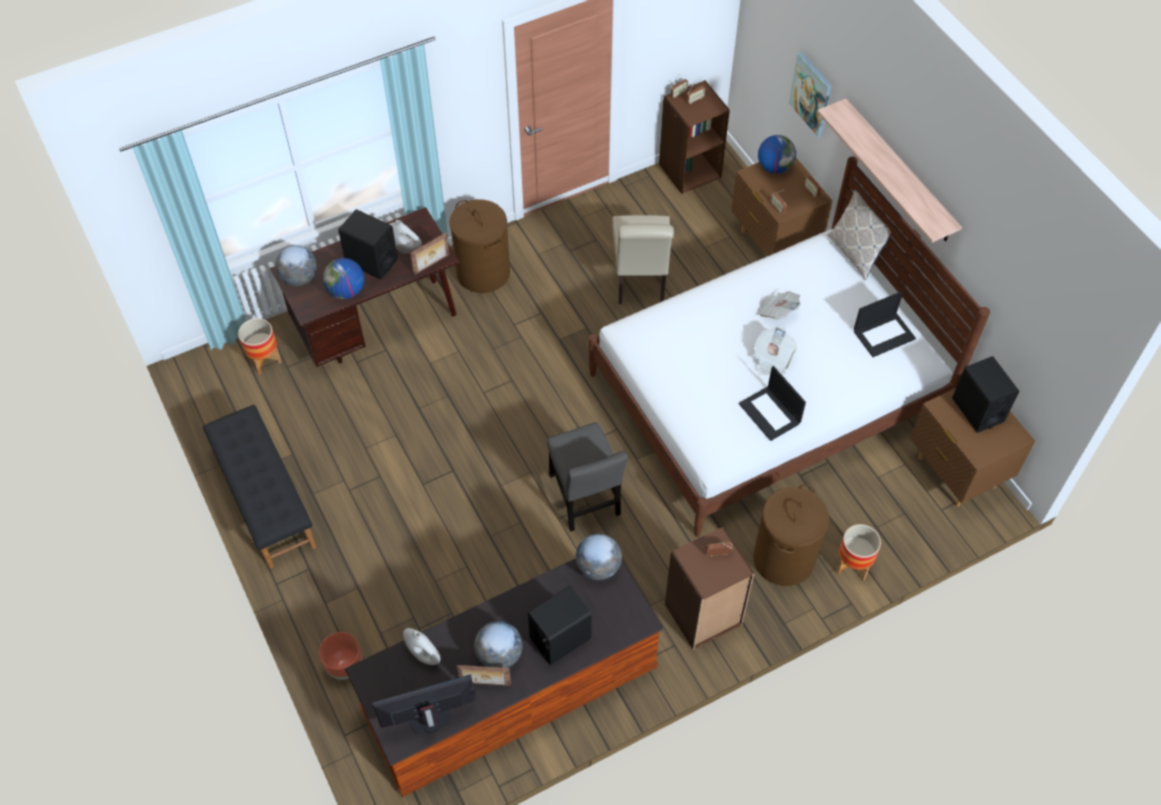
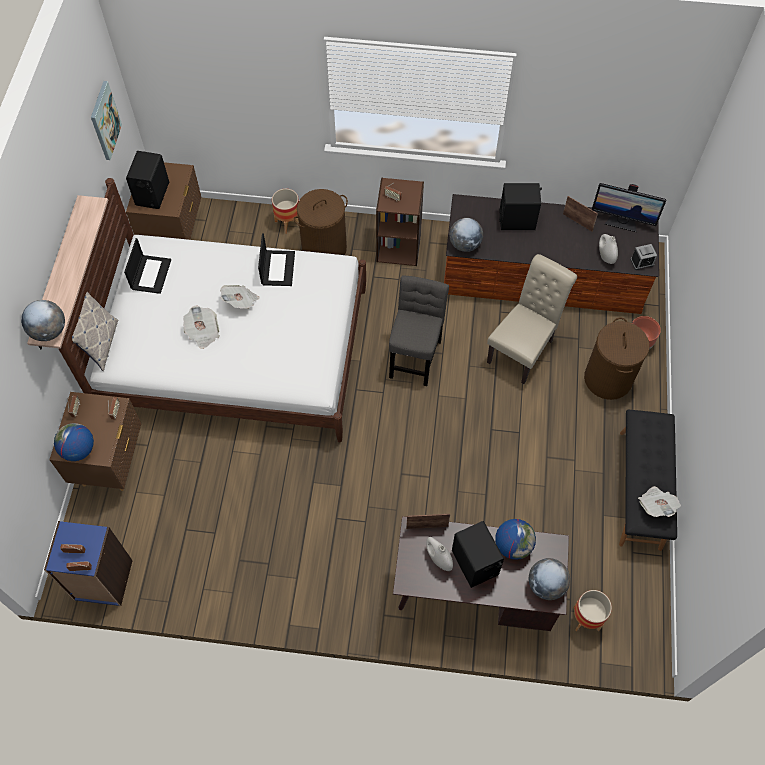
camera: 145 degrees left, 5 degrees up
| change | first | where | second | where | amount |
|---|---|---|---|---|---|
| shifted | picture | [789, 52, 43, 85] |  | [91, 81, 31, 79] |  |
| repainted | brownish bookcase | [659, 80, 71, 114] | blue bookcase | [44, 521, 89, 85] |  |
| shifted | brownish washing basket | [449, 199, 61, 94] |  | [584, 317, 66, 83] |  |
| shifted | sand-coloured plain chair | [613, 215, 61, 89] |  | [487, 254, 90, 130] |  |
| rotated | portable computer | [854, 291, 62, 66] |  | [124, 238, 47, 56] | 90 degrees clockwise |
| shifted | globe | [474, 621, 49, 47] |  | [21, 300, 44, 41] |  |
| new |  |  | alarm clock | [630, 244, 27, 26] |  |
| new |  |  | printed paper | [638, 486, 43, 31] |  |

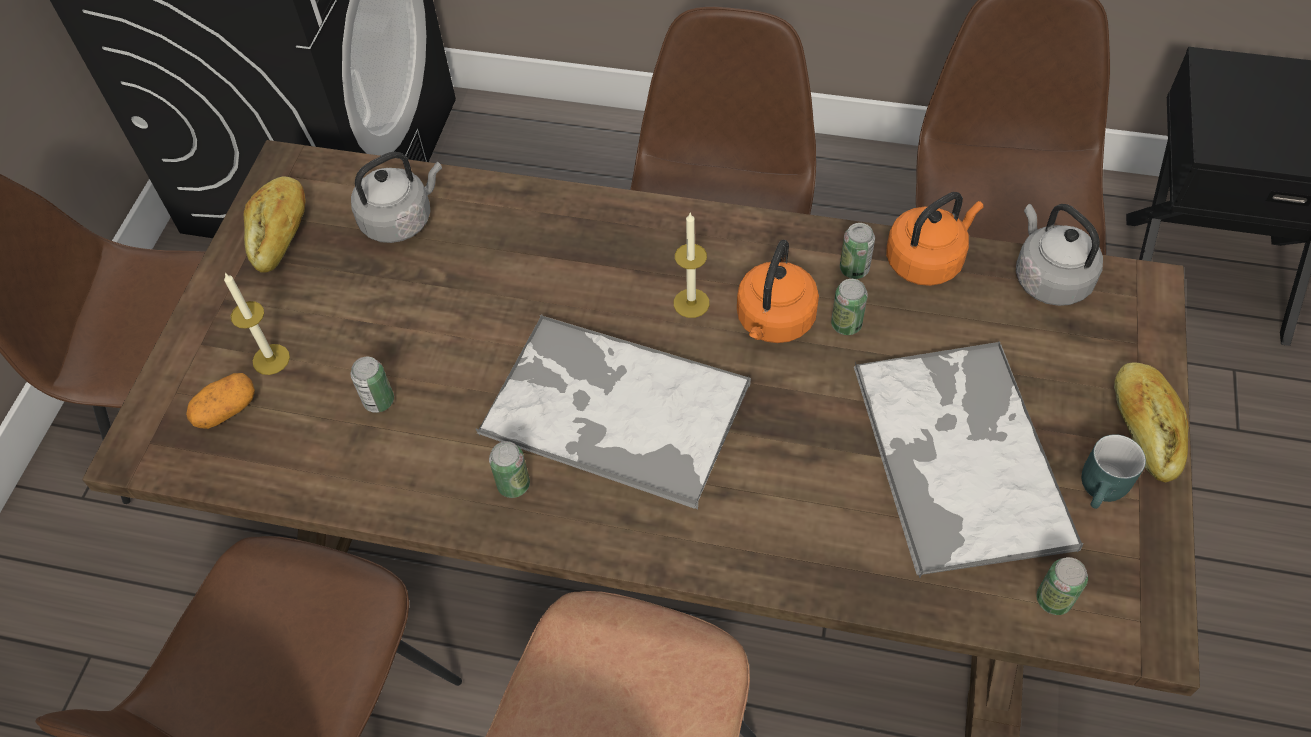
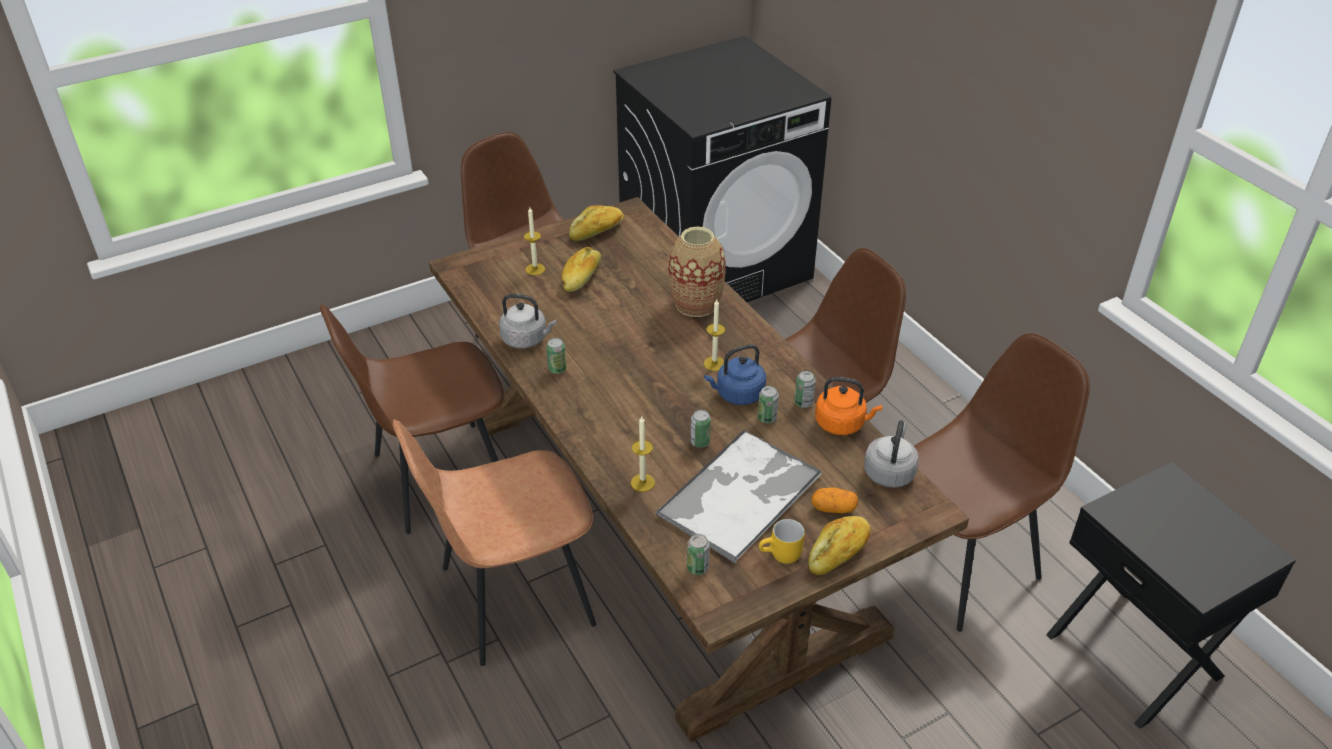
camera: 45 degrees right, 15 degrees down
| change | first | where | second | where | amount |
|---|---|---|---|---|---|
| shifted | greyish tea kettle | [351, 152, 91, 91] |  | [499, 294, 57, 55] |  |
| repainted | orangey tea kettle | [737, 240, 82, 103] | blue tea kettle | [704, 344, 62, 61] |  |
| gone | carrying tray | [475, 315, 276, 194] |  |  |  |
| shifted | sealed can | [351, 357, 43, 56] |  | [691, 410, 20, 38] |  |
| shifted | potato | [186, 373, 69, 56] |  | [812, 488, 46, 25] |  |
| repainted | blue-green coffee mug | [1082, 434, 64, 75] | yellow-coloured coffee mug | [759, 519, 46, 45] |  |
| new |  |  | decorative vase | [668, 227, 58, 90] |  |
| new |  |  | bread | [561, 247, 40, 45] |  |
| new |  |  | wax light | [631, 417, 24, 75] |  |

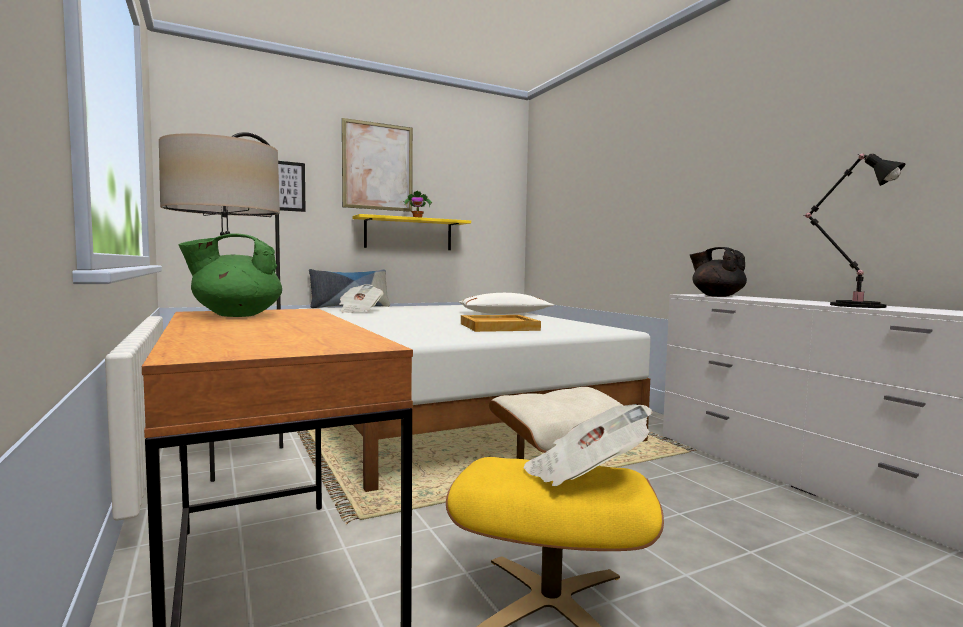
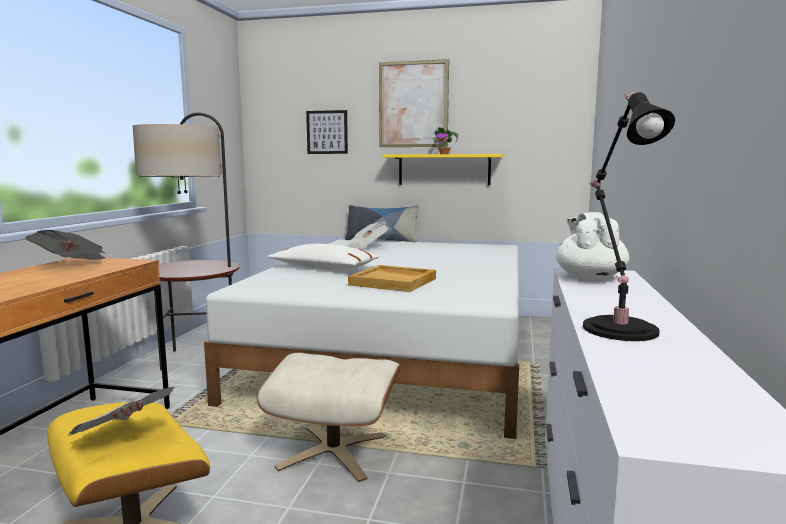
camera: 40 degrees right, 5 degrees up
| change | first | where | second | where | amount |
|---|---|---|---|---|---|
| swapped | greenish tea pot | [179, 233, 103, 84] | printed paper | [25, 230, 80, 30] |  |
| repainted | black-coloured tea pot | [690, 247, 57, 50] | whitish tea pot | [556, 212, 74, 69] |  |
| shifted | whitish cushion | [459, 293, 95, 21] |  | [267, 244, 113, 25] |  |

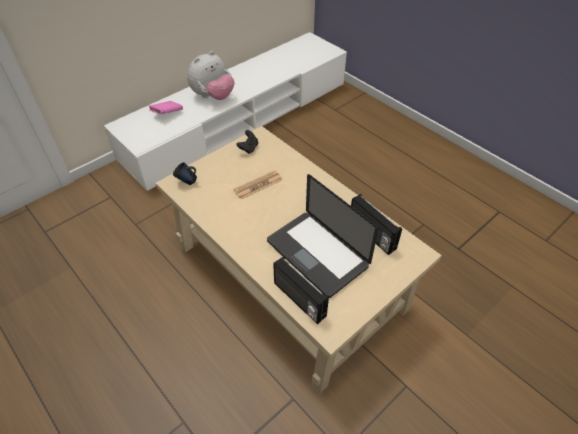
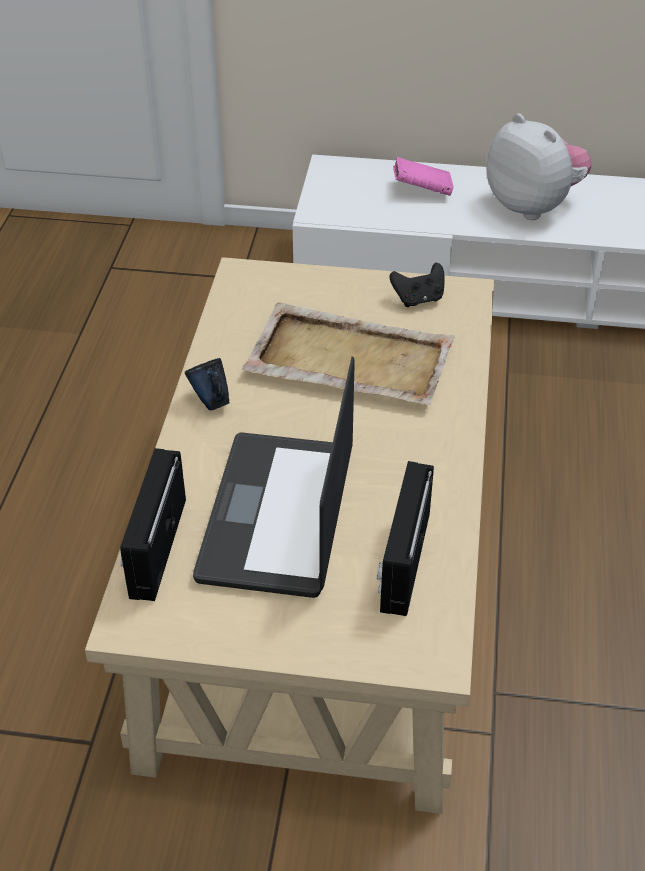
camera: 50 degrees right, 5 degrees down
| change | first | where | second | where | amount |
|---|---|---|---|---|---|
| rotated | soft toy | [187, 51, 47, 49] |  | [487, 113, 105, 107] | 135 degrees counterclockwise |
| shifted | blue coffee mug | [173, 162, 24, 23] |  | [185, 358, 45, 52] |  |
| swapped | printed paper | [233, 171, 49, 28] | sand-coloured carrying tray | [242, 302, 213, 103] |  |

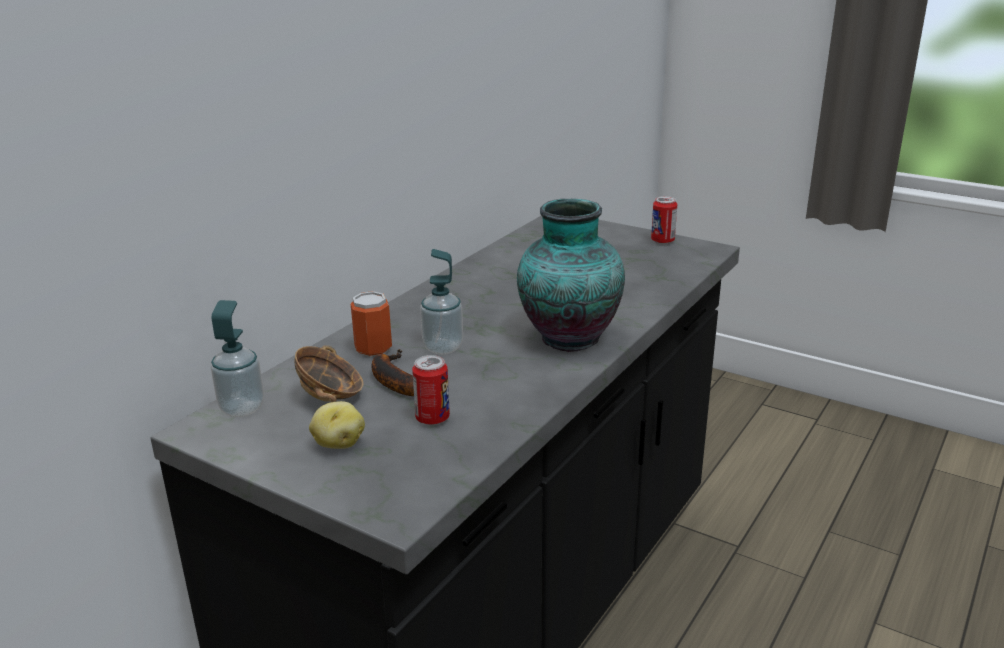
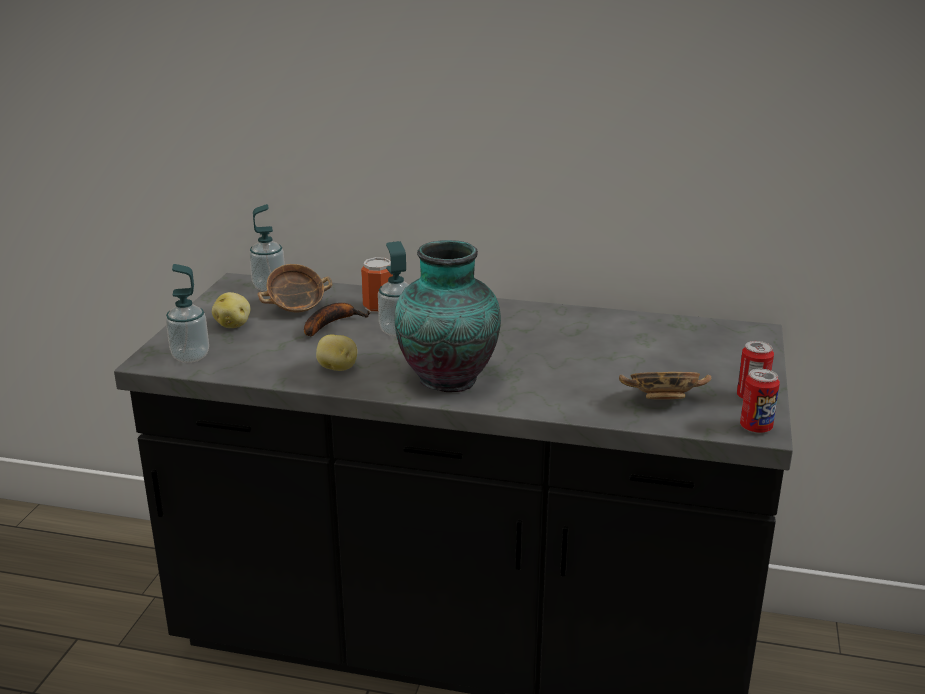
camera: 70 degrees right, 0 degrees up
| change | first | where | second | where | amount |
|---|---|---|---|---|---|
| shifted | sealed can | [412, 355, 38, 70] |  | [740, 369, 40, 64] |  |
| new |  |  | liquid soap bottle | [166, 264, 43, 99] |  |
| new |  |  | potato | [316, 334, 41, 37] |  |
| new |  |  | serving bowl | [619, 372, 92, 28] |  |

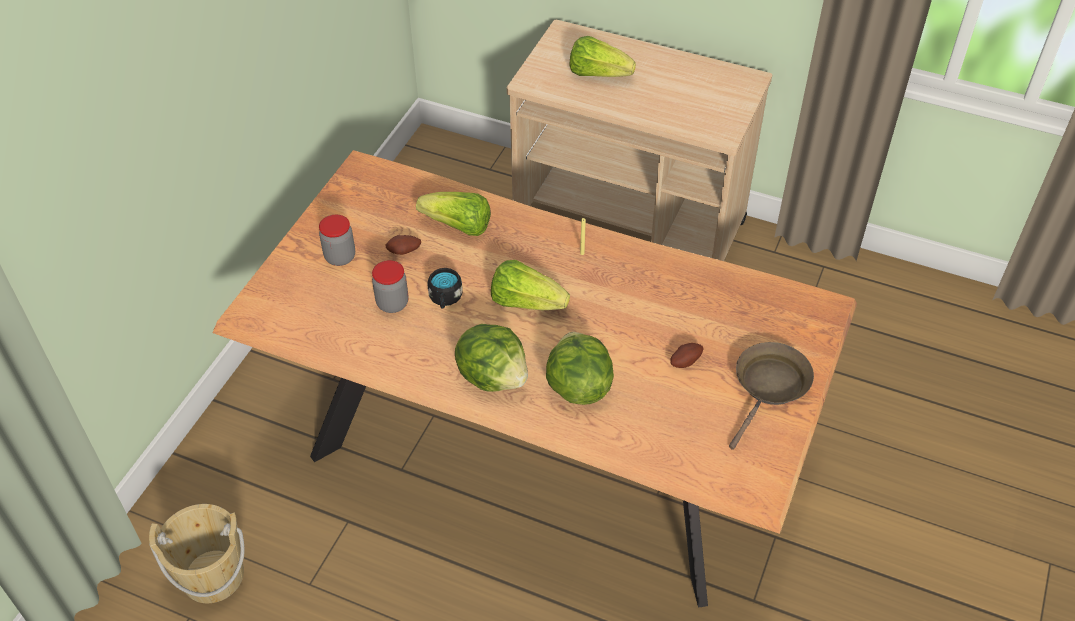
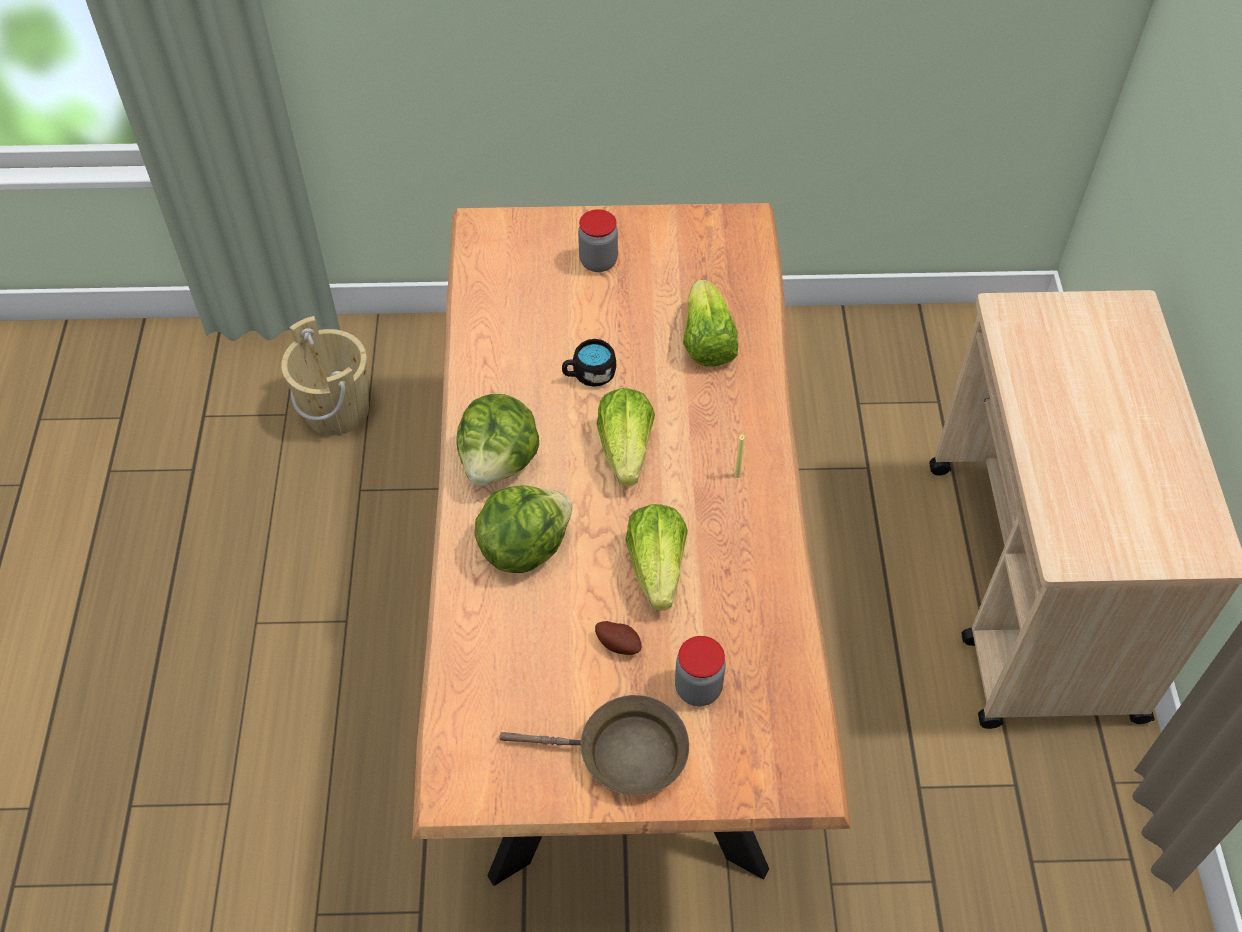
camera: 65 degrees right, 5 degrees up
| change | first | where | second | where | amount |
|---|---|---|---|---|---|
| shifted | head of lettuce | [569, 36, 67, 41] |  | [625, 504, 63, 107] |  |
| gone | potato | [386, 235, 35, 20] |  |  |  |
| shifted | jar | [372, 260, 37, 53] |  | [675, 636, 51, 70] |  |

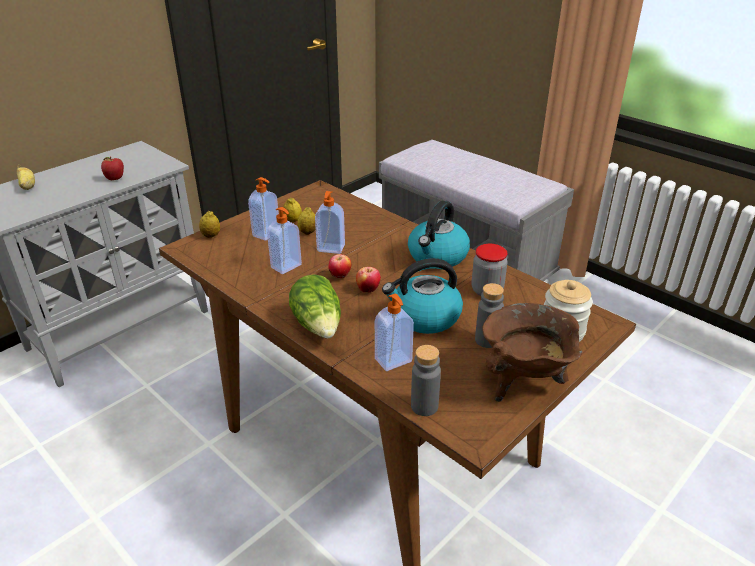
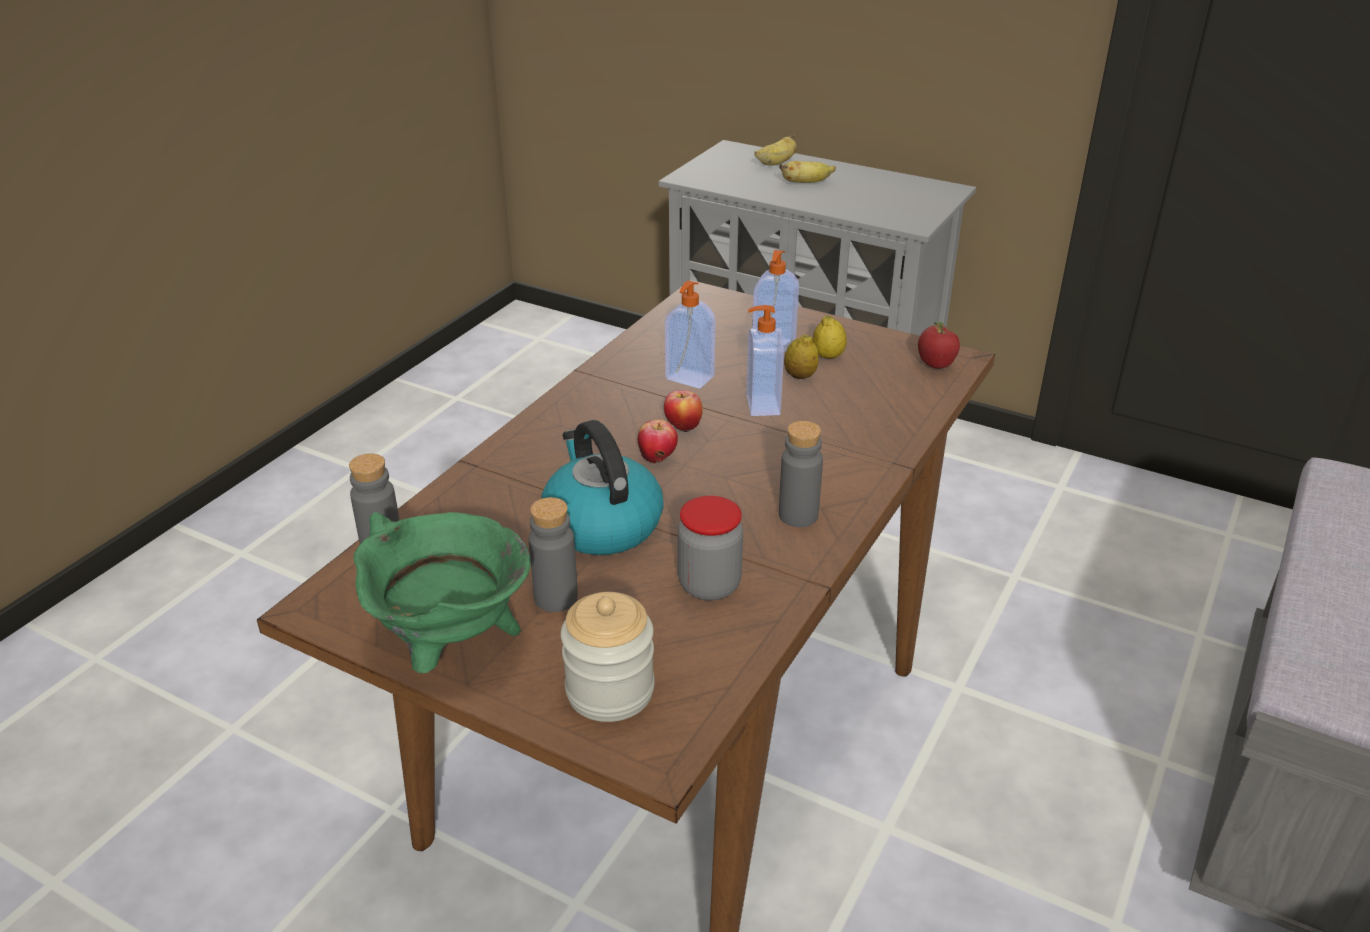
camera: 75 degrees right, 0 degrees up
| change | first | where | second | where | amount |
|---|---|---|---|---|---|
| shifted | whole apple | [101, 157, 23, 23] |  | [918, 322, 42, 47] |  |
| swapped | tea kettle | [408, 201, 62, 68] | greyish beverage bottle | [779, 421, 44, 106] |  |
| gone | citrus fruit | [199, 211, 21, 27] |  |  |  |
| gone | head of lettuce | [289, 275, 52, 63] |  |  |  |
| gone | liquid soap bottle | [375, 293, 39, 78] |  |  |  |
| repainted | brownish saucepot | [482, 303, 100, 99] | greenish saucepot | [353, 512, 178, 161] |  |
| new |  |  | banana | [779, 161, 57, 22] |  |

